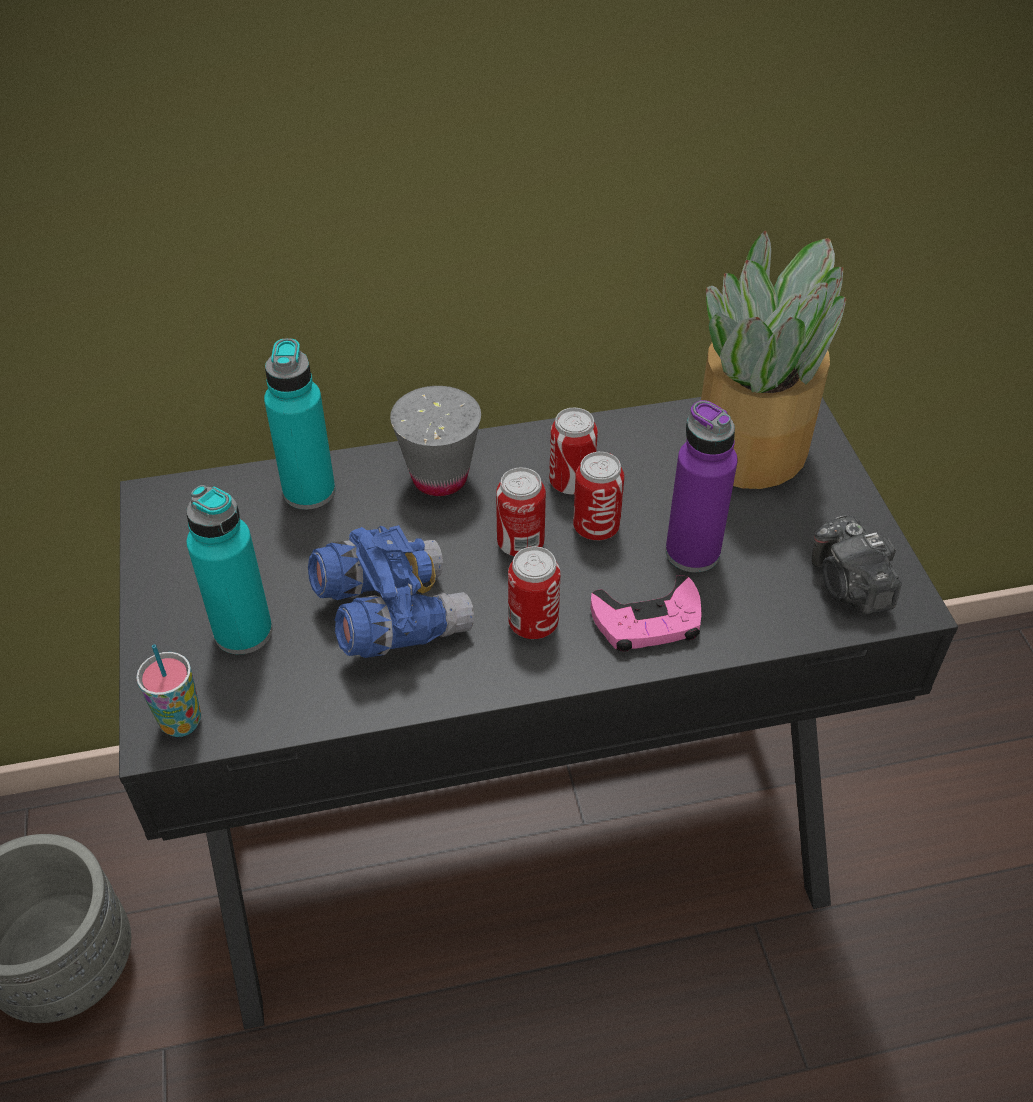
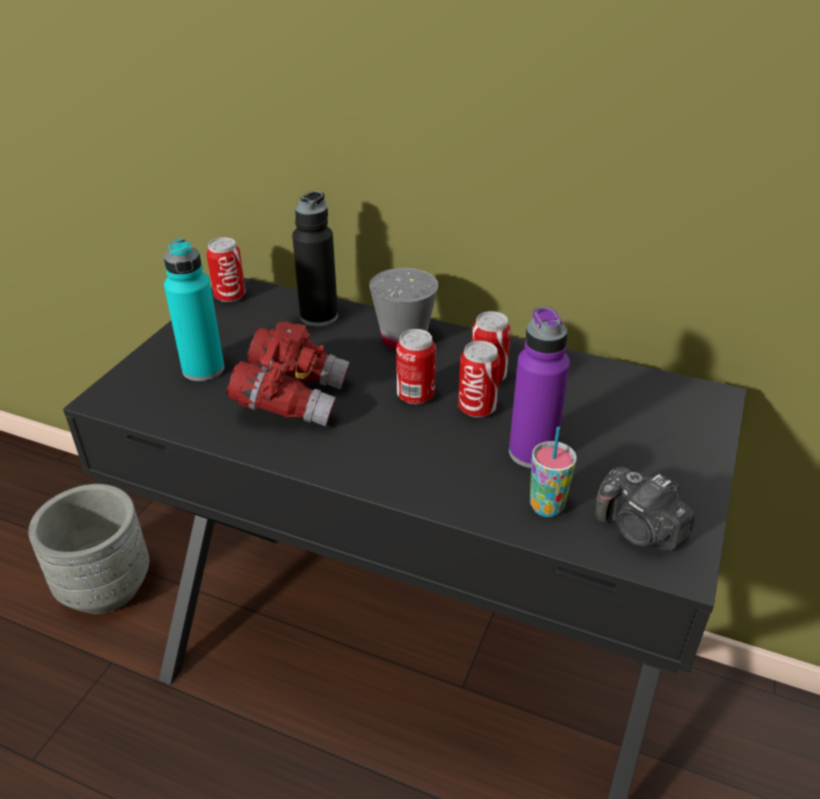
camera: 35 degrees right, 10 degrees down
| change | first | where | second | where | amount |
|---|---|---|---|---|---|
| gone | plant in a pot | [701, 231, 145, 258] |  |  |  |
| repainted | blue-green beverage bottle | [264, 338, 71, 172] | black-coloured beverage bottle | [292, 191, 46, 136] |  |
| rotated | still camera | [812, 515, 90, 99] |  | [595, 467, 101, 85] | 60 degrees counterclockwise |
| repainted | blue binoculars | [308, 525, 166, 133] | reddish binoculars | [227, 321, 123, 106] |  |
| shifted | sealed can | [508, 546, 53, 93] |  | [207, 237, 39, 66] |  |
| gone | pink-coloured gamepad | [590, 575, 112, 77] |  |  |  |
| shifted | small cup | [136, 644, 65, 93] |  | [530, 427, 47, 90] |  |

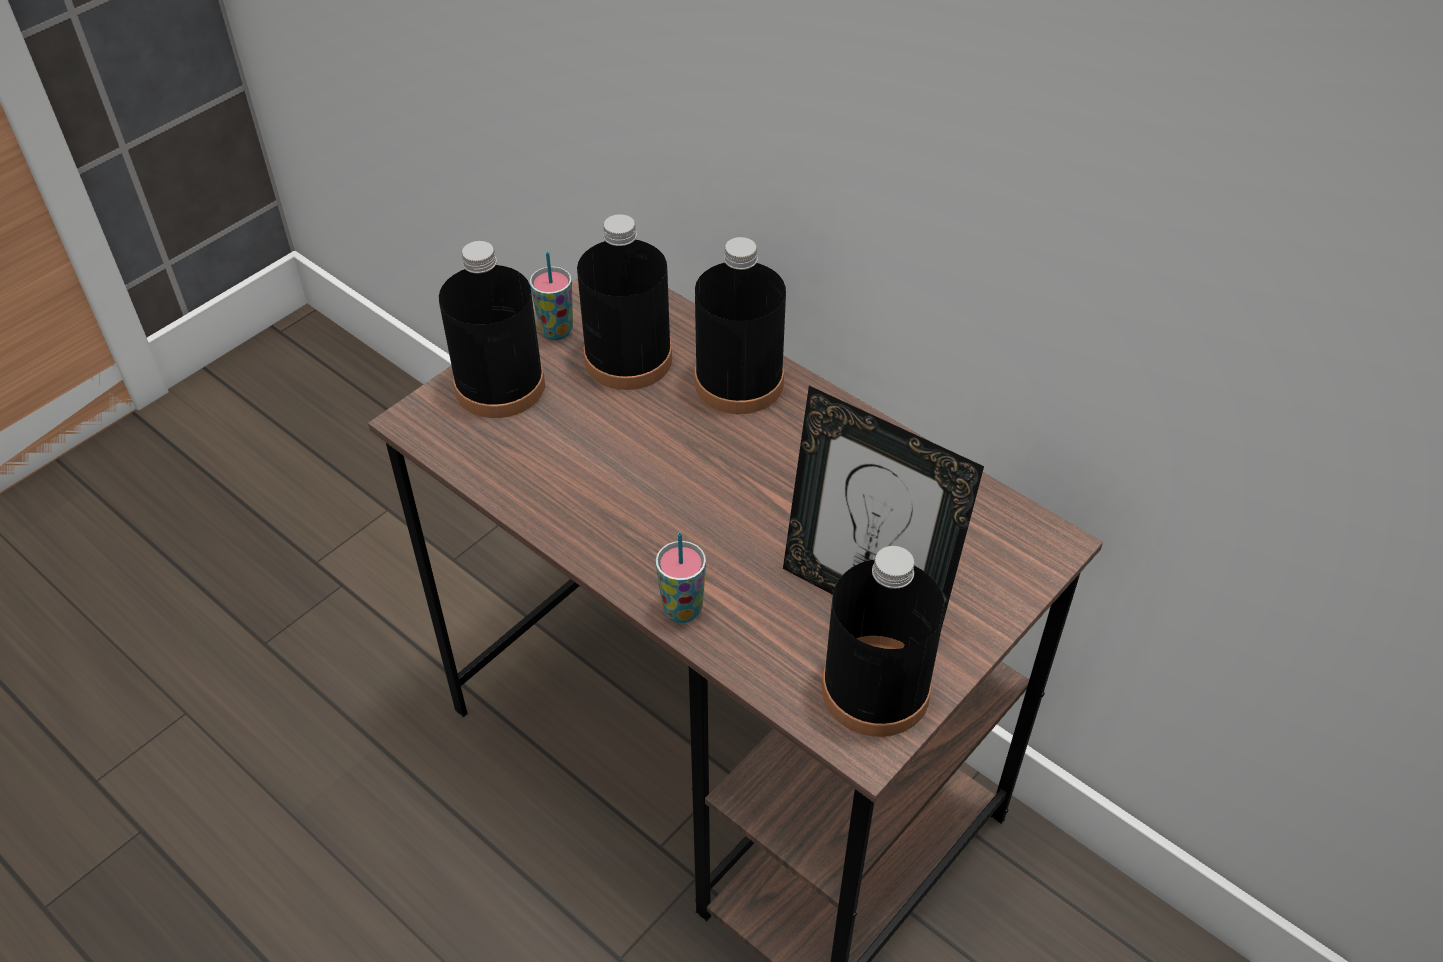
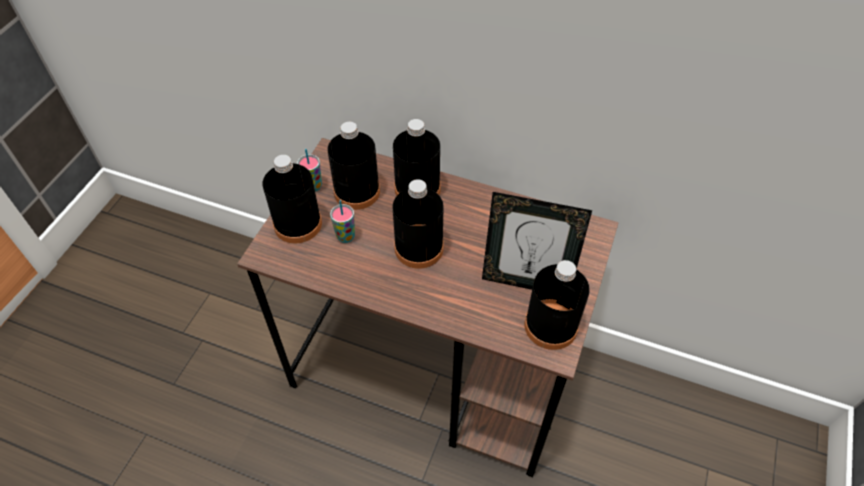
camera: 20 degrees left, 5 degrees up
| change | first | where | second | where | amount |
|---|---|---|---|---|---|
| shifted | small cup | [656, 532, 50, 91] |  | [330, 200, 25, 43] |  |
| new |  |  | black-coloured beverage bottle | [393, 179, 51, 90] |  |

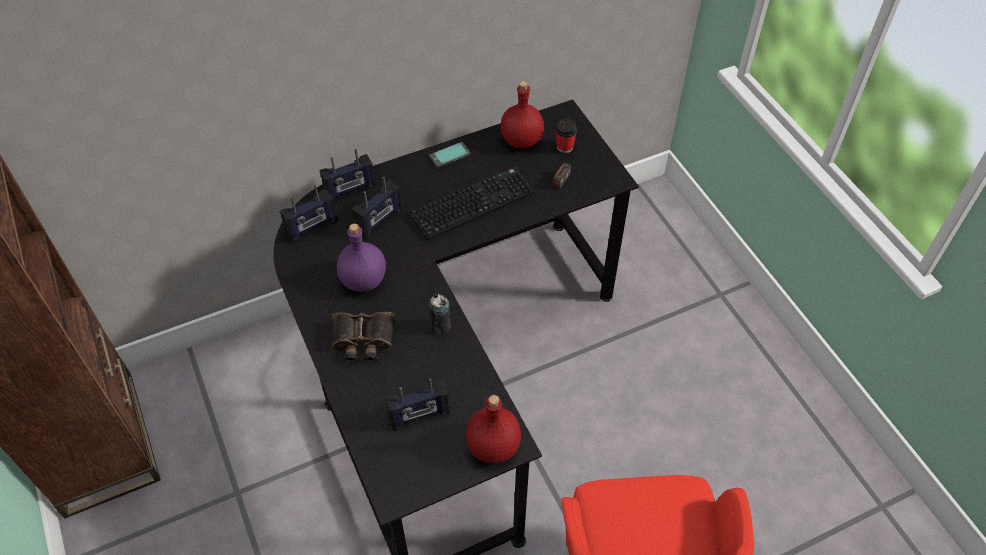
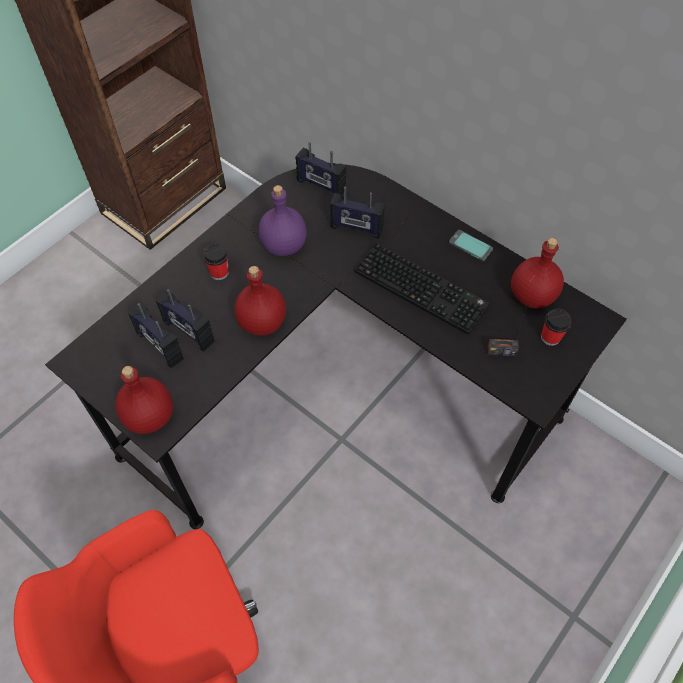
camera: 65 degrees right, 5 degrees up
| change | first | where | second | where | amount |
|---|---|---|---|---|---|
| shifted | radio | [320, 149, 56, 52] |  | [156, 289, 59, 63] |  |
| swapped | sealed can | [429, 294, 22, 41] | reddish beverage bottle | [234, 266, 52, 70] |  |
| swapped | binoculars | [331, 312, 65, 51] | small cup | [203, 243, 26, 37] |  |

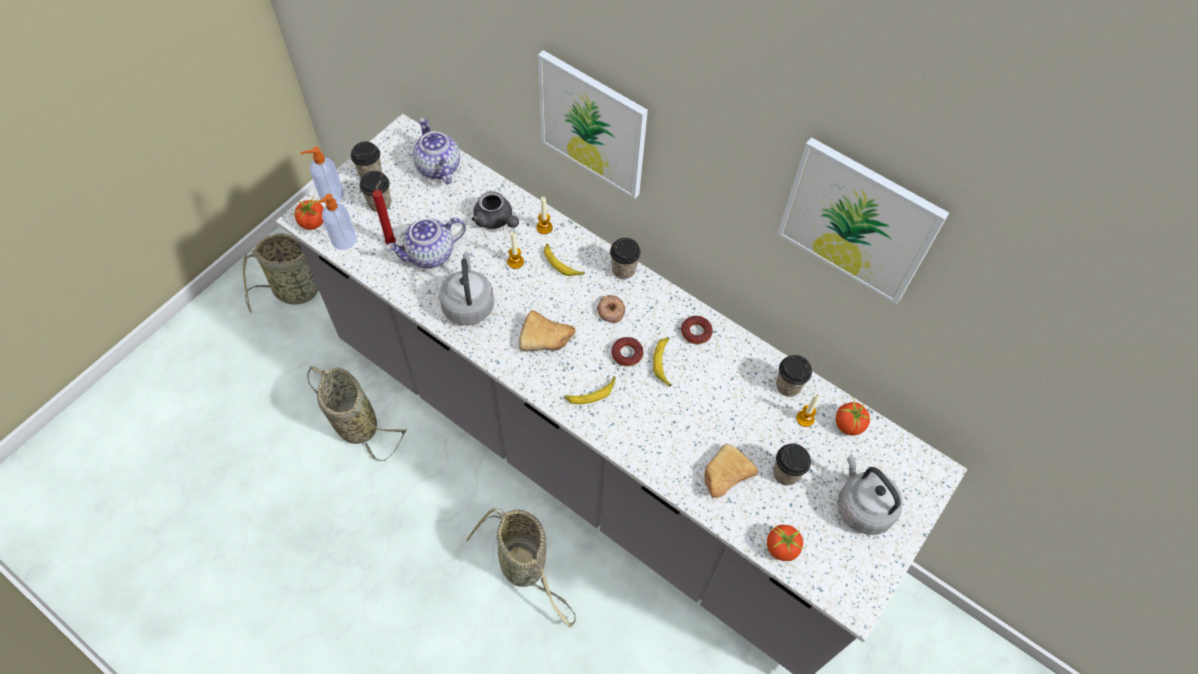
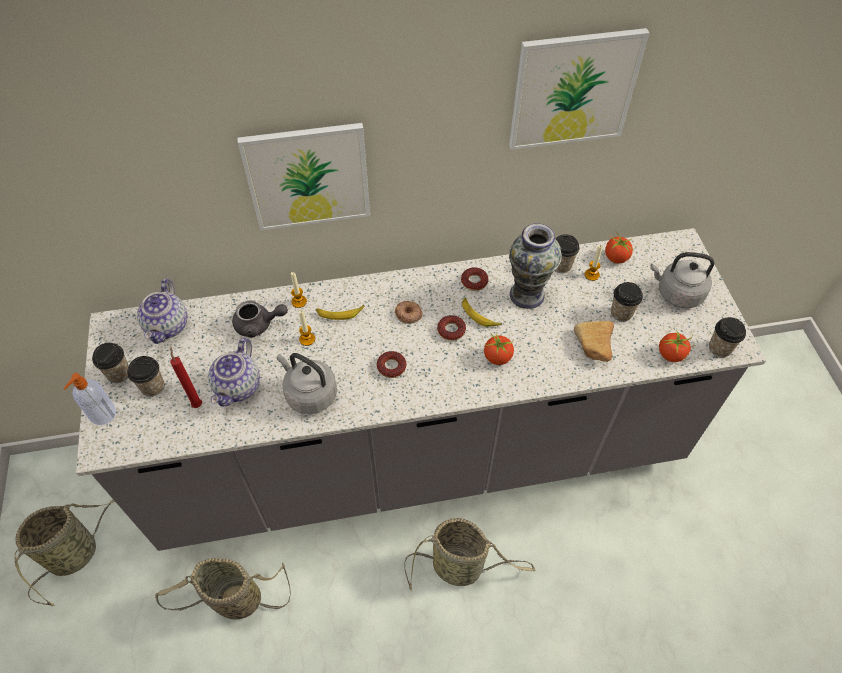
camera: 45 degrees left, 5 degrees down
| change | first | where | second | where | amount |
|---|---|---|---|---|---|
| rotated | tea pot | [413, 118, 47, 66] |  | [137, 279, 50, 65] | 105 degrees counterclockwise |
| gone | liquid soap bottle | [315, 194, 41, 56] |  |  |  |
| shifted | tomato | [291, 197, 33, 33] |  | [484, 333, 30, 32] |  |
| shifted | small cup | [610, 238, 31, 41] |  | [709, 317, 37, 41] |  |
| swapped | bread | [519, 310, 57, 41] | donut | [377, 351, 30, 27] |  |
| gone | banana | [564, 376, 52, 28] |  |  |  |
| new |  |  | decorative vase | [509, 223, 53, 86] |  |

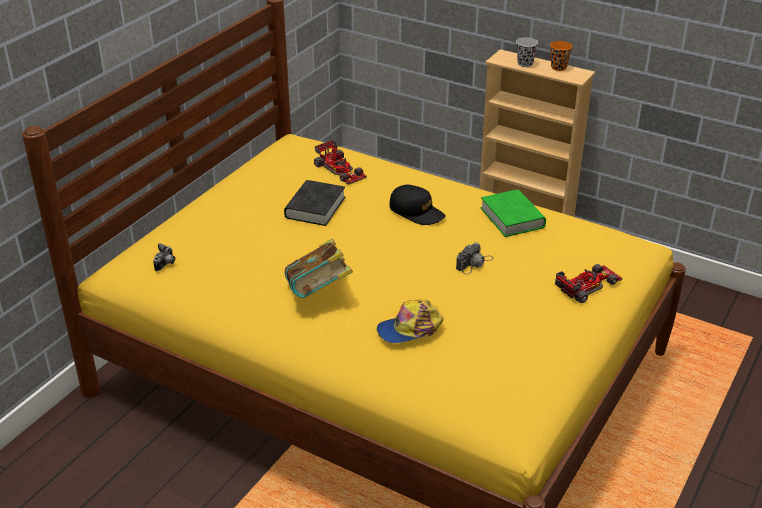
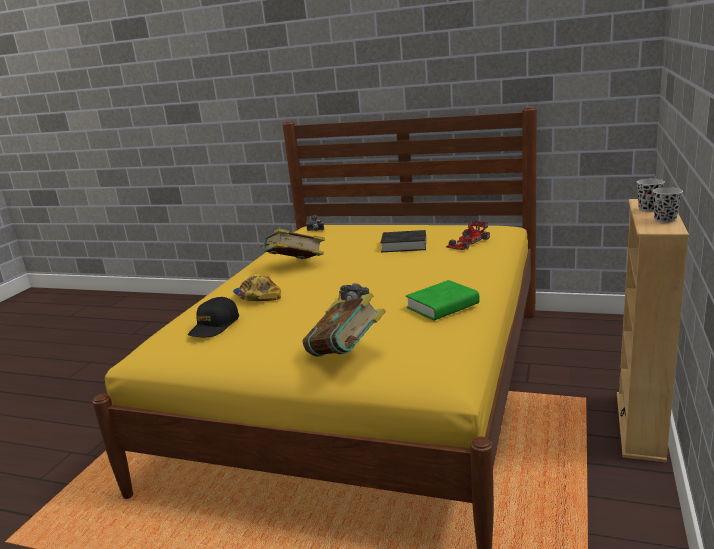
camera: 80 degrees right, 15 degrees down
| change | first | where | second | where | amount |
|---|---|---|---|---|---|
| repainted | orangey small cup | [550, 41, 22, 30] | black-coloured small cup | [653, 187, 30, 36] |  |
| shifted | black-coloured cap | [389, 185, 56, 40] |  | [188, 297, 51, 40] |  |
| swapped | miniature car | [555, 264, 67, 39] | book | [302, 293, 84, 64] |  |

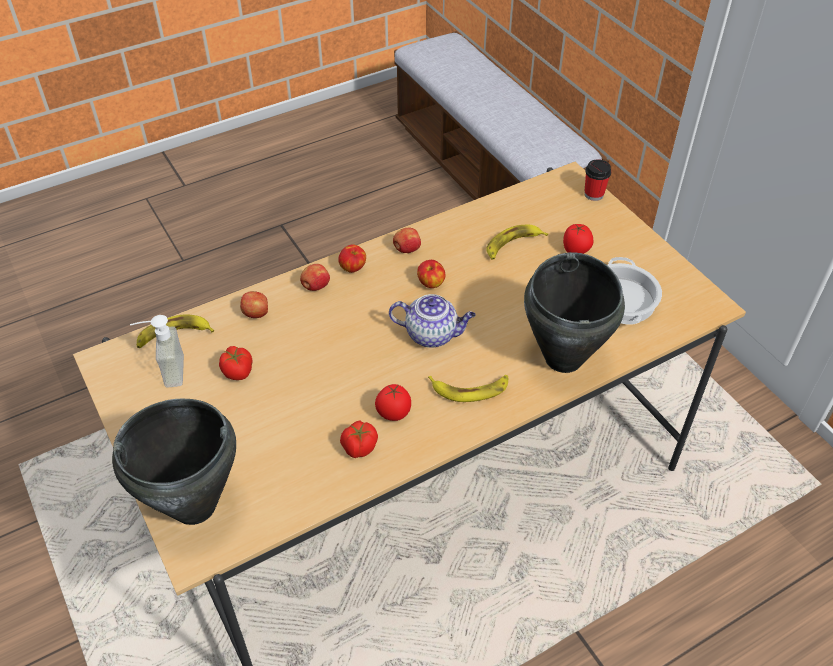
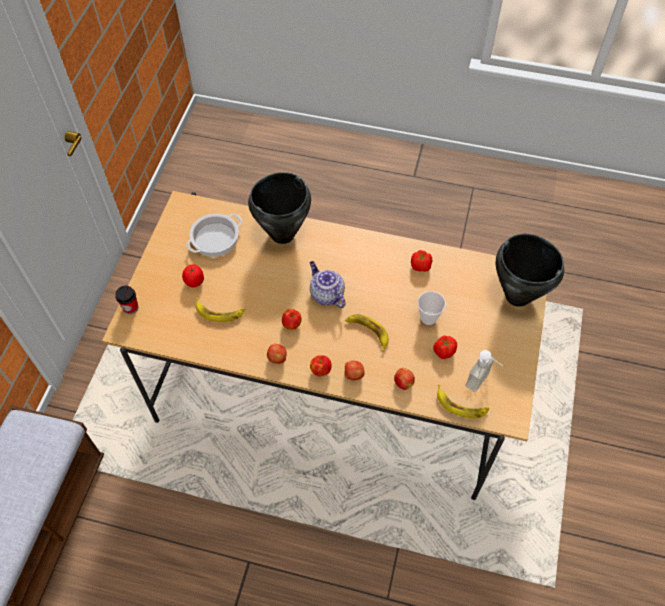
camera: 135 degrees left, 10 degrees up
| change | first | where | second | where | amount |
|---|---|---|---|---|---|
| shifted | banana | [428, 375, 80, 27] |  | [345, 314, 44, 38] |  |
| gone | tomato | [375, 384, 36, 37] |  |  |  |
| new |  |  | small cup | [417, 291, 29, 34] |  |

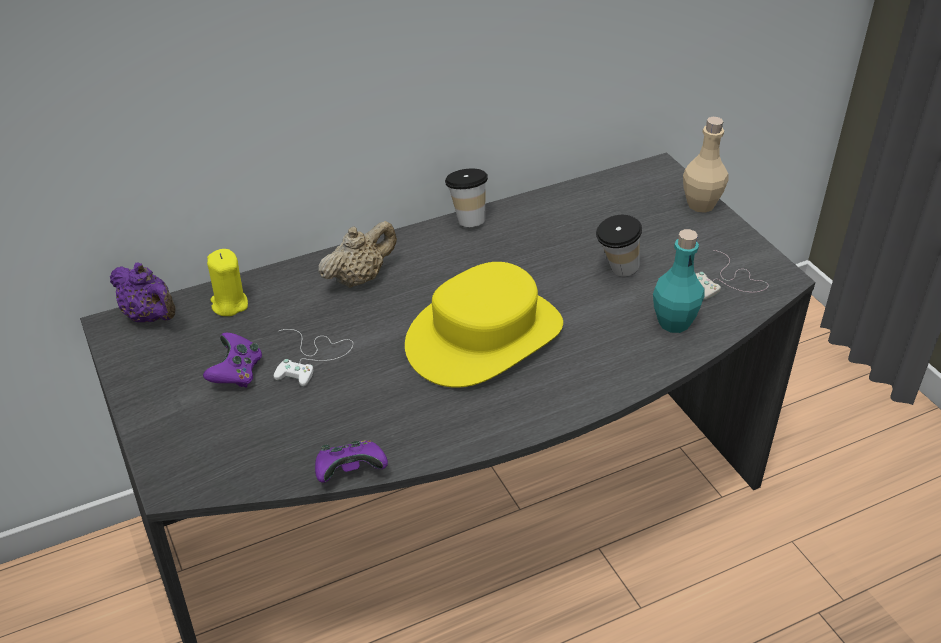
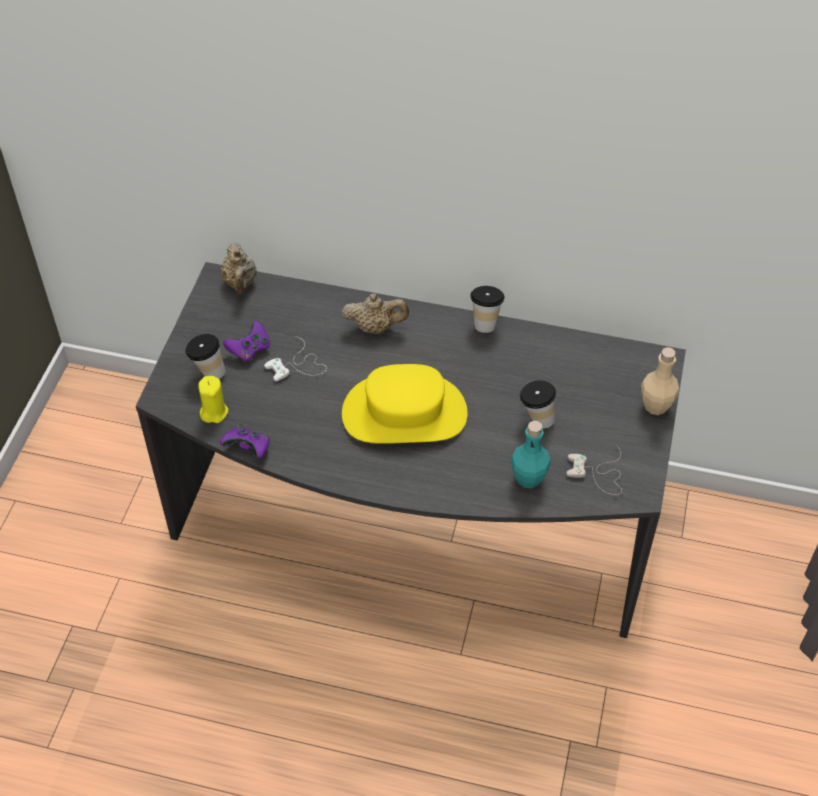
camera: 40 degrees right, 10 degrees up
| change | first | where | second | where | amount |
|---|---|---|---|---|---|
| shifted | yellow-coloured wax light | [207, 249, 41, 67] |  | [198, 376, 30, 47] |  |
| repainted | purplish tea pot | [110, 262, 66, 60] | sand-coloured tea pot | [221, 243, 36, 51] |  |
| new |  |  | small cup | [185, 334, 41, 45] |  |

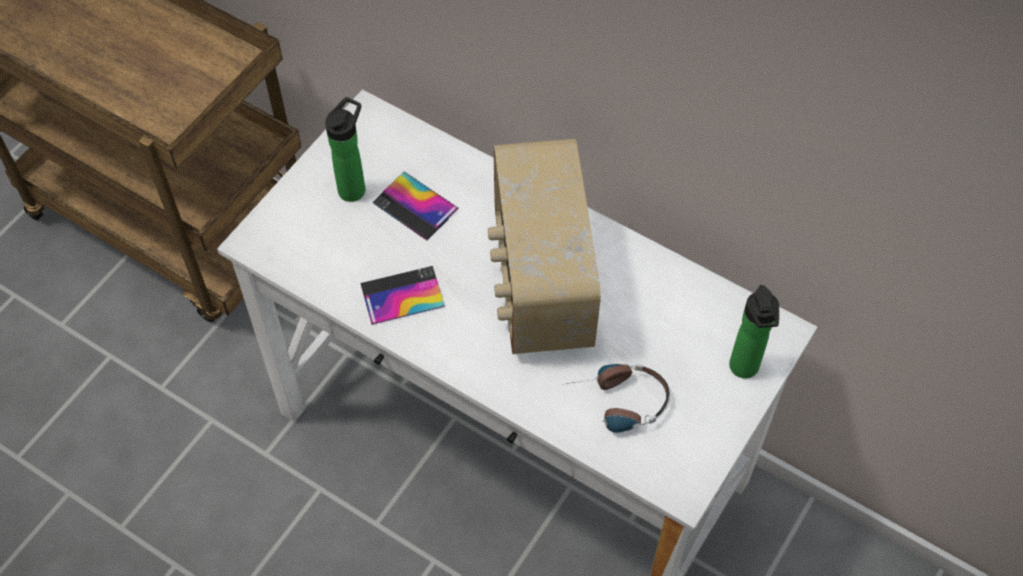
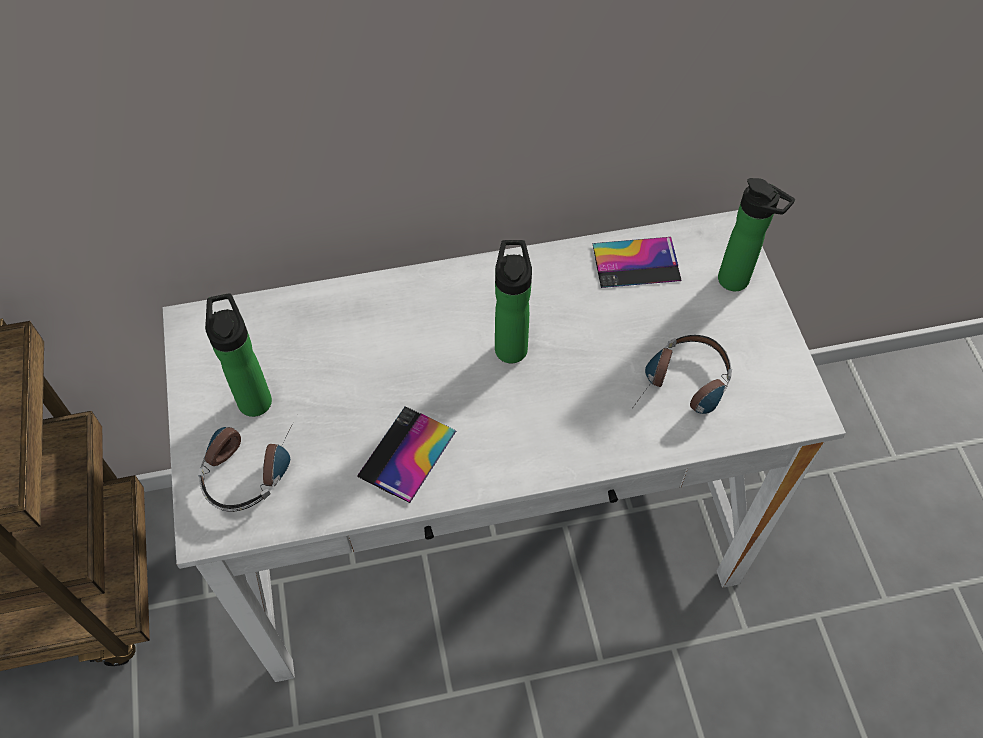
camera: 45 degrees left, 0 degrees up
| change | first | where | second | where | amount |
|---|---|---|---|---|---|
| swapped | radio | [488, 139, 113, 215] | beverage bottle | [495, 240, 37, 123] |  |
| shifted | handset | [372, 171, 86, 69] |  | [593, 237, 89, 51] |  |
| new |  |  | headset | [198, 413, 100, 99] |  |

